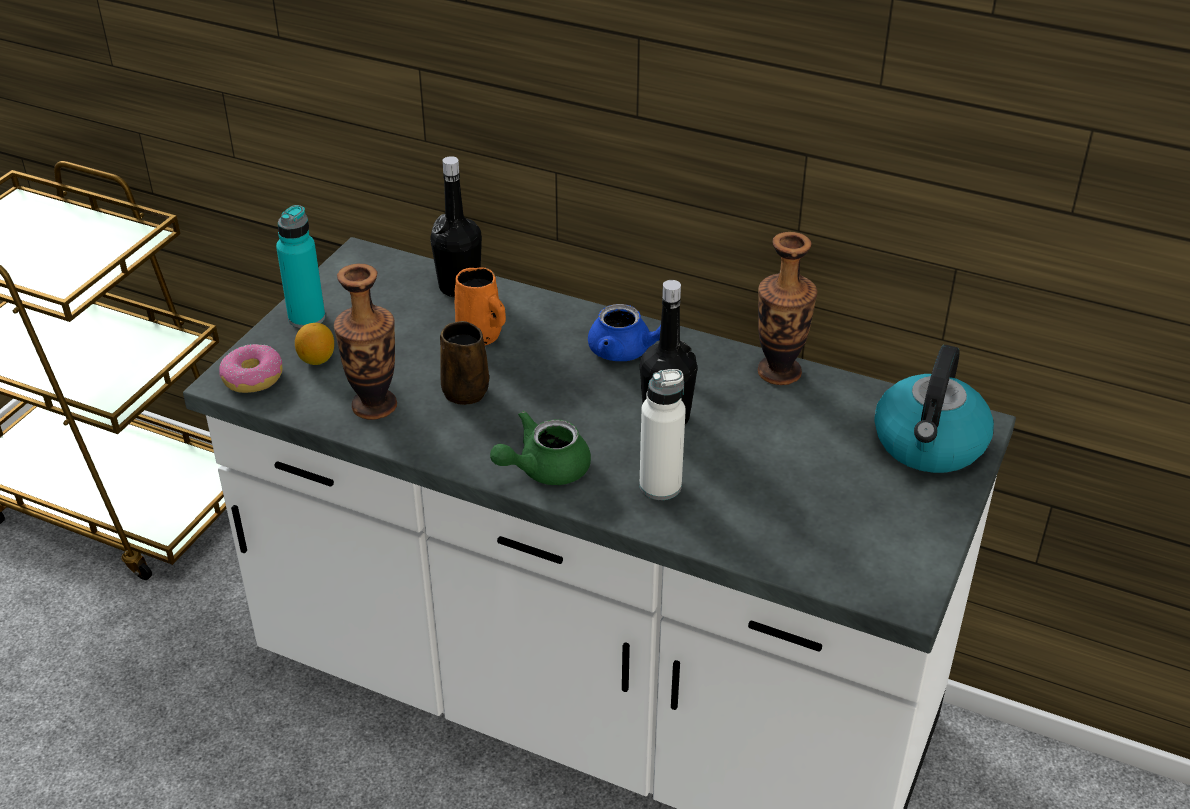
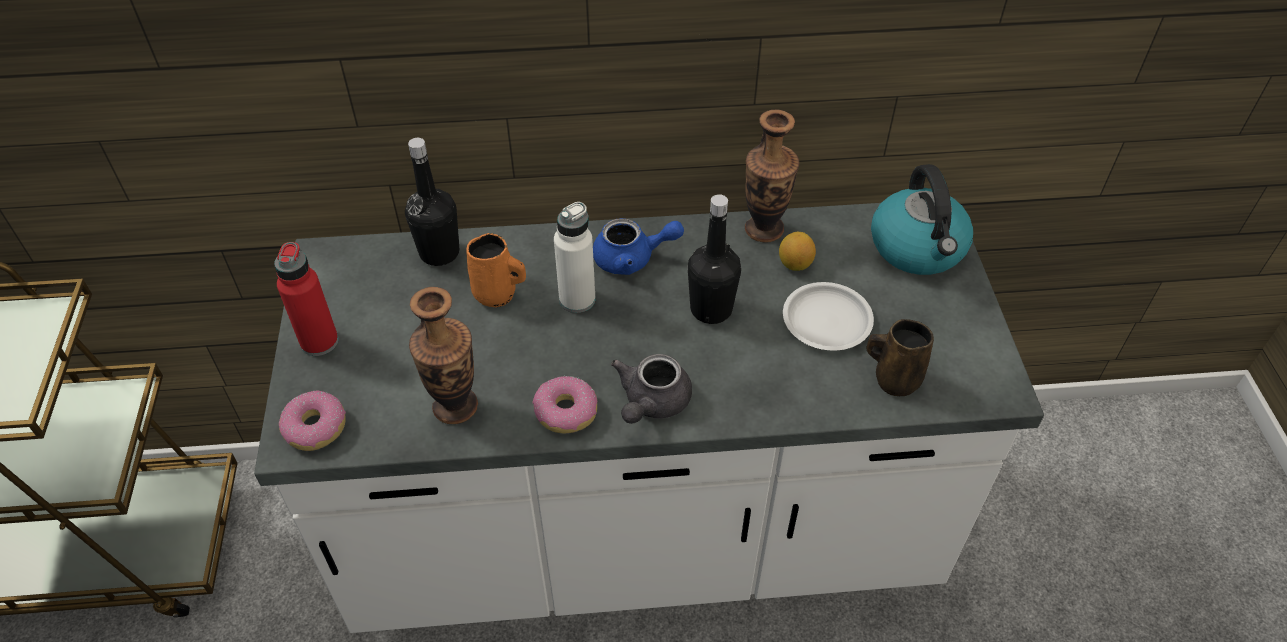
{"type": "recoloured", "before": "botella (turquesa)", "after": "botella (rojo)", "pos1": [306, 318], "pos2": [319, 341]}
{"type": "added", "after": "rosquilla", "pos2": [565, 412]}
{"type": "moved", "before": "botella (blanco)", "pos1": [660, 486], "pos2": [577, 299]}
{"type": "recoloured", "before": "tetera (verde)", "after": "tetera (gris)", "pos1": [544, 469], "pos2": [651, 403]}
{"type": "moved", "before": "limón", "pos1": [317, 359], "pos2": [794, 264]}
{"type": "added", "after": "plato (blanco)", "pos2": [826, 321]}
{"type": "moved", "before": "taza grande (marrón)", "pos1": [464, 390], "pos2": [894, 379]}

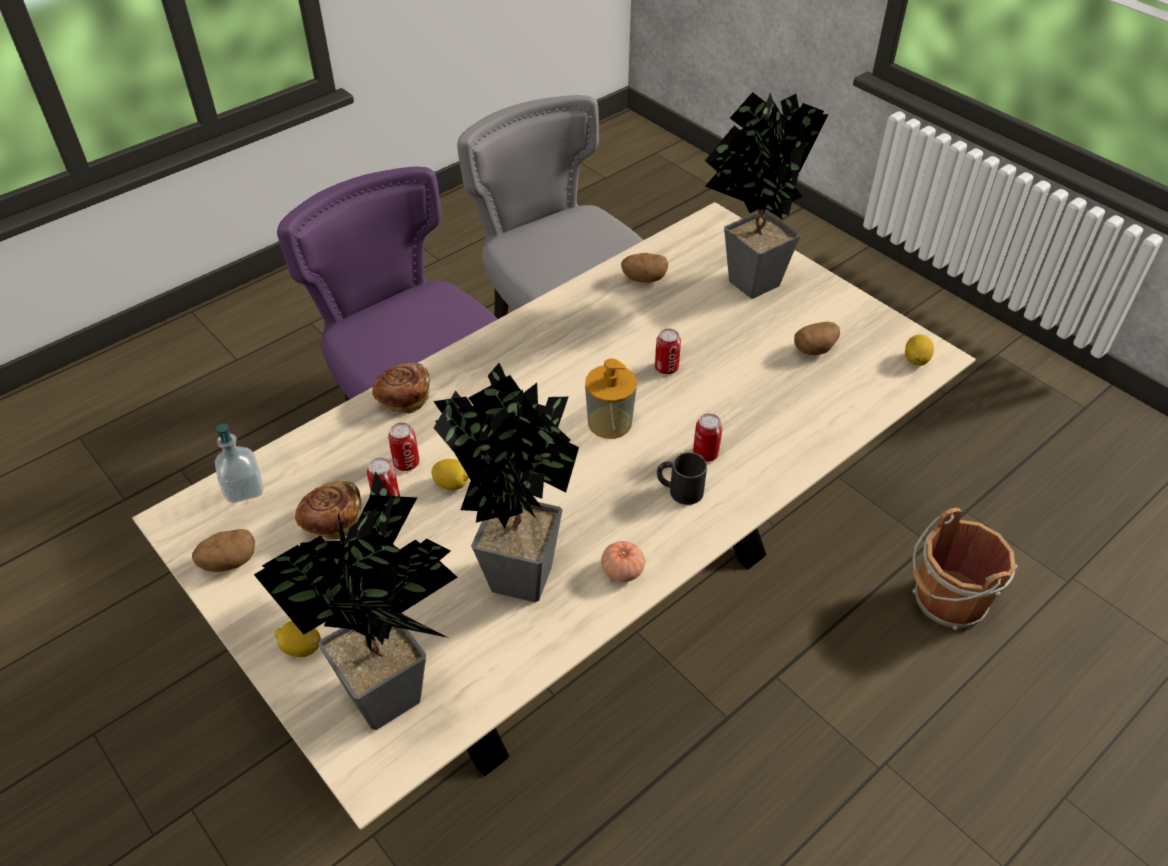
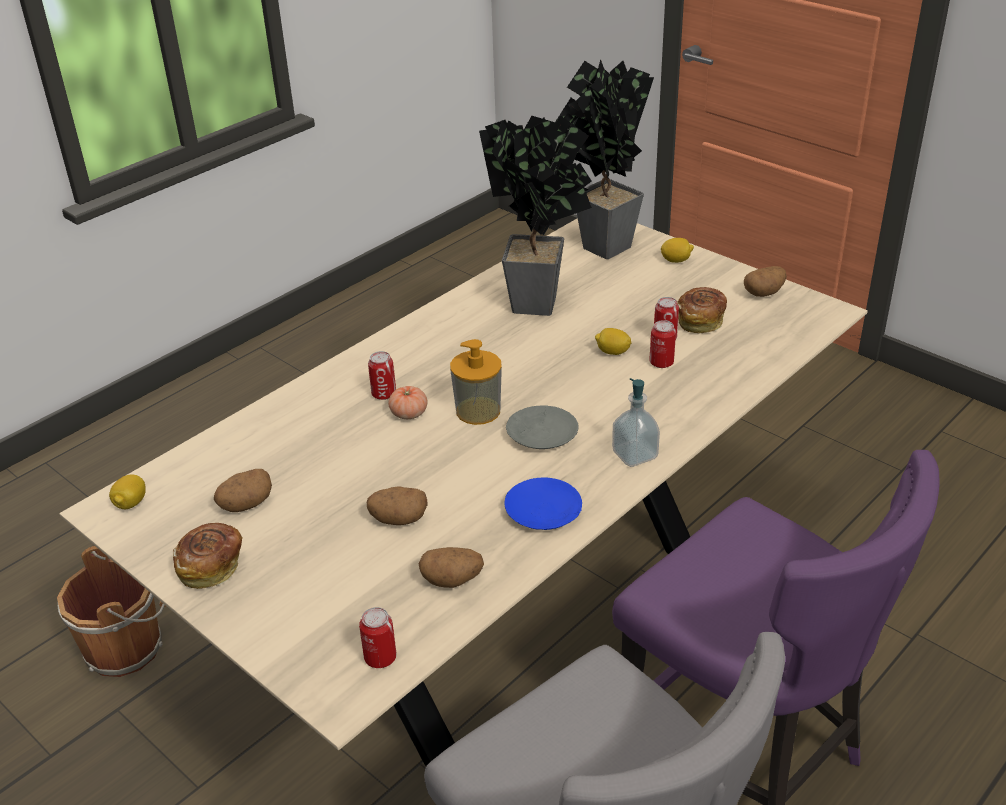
{"type": "moved", "before": "pan", "pos1": [403, 399], "pos2": [211, 567]}
{"type": "moved", "before": "lata", "pos1": [666, 368], "pos2": [380, 658]}
{"type": "added", "after": "patata", "pos2": [398, 519]}
{"type": "moved", "before": "tomate", "pos1": [622, 570], "pos2": [409, 413]}
{"type": "added", "after": "plato (azul)", "pos2": [544, 512]}
{"type": "added", "after": "plato (gris)", "pos2": [541, 435]}
{"type": "moved", "before": "dispensador de jabón", "pos1": [244, 489], "pos2": [634, 455]}
{"type": "removed", "before": "taza grande (negro)", "pos1": [679, 490]}
{"type": "removed", "before": "planta en maceta", "pos1": [745, 283]}

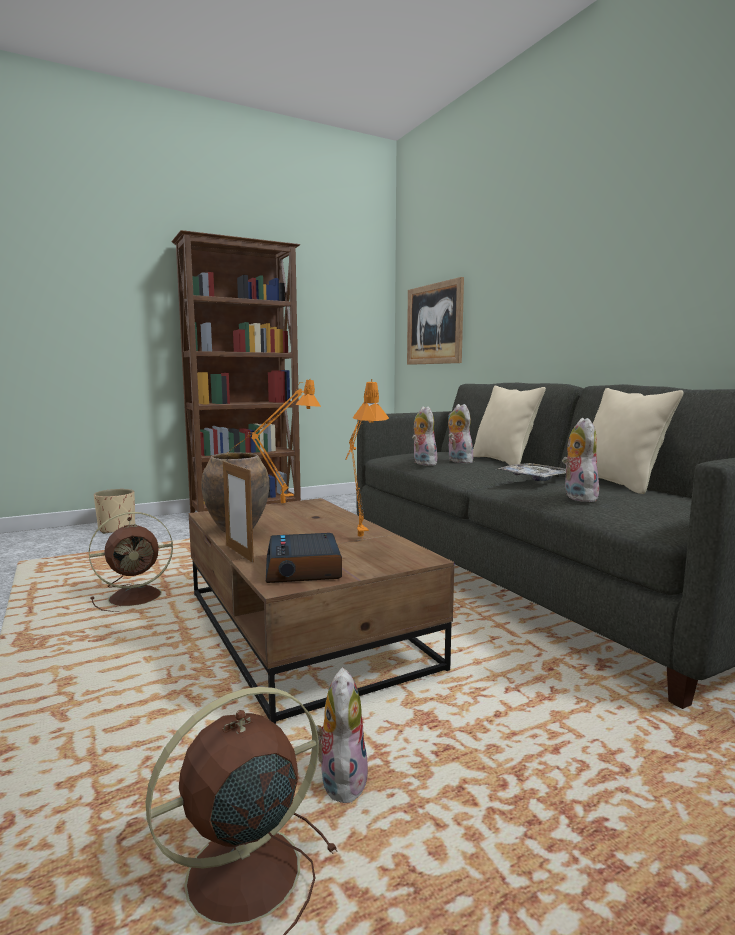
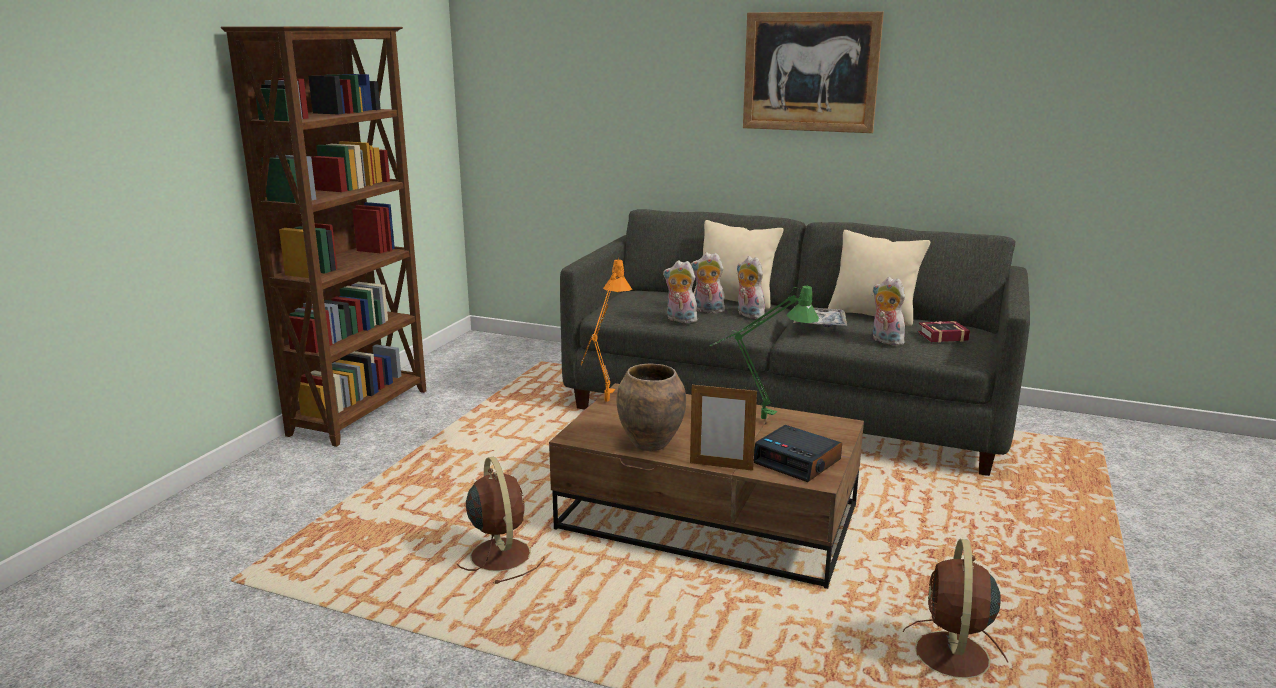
{"type": "turned", "before": "ventilador (marrón)", "pos1": [138, 597], "pos2": [499, 554], "turn": -45}
{"type": "recoloured", "before": "lámpara de mesa (naranja)", "after": "lámpara de mesa (verde)", "pos1": [358, 536], "pos2": [756, 418]}
{"type": "moved", "before": "peluche", "pos1": [341, 780], "pos2": [748, 315]}
{"type": "moved", "before": "cuadro", "pos1": [434, 324], "pos2": [810, 72]}
{"type": "added", "after": "libro", "pos2": [940, 336]}
{"type": "removed", "before": "maceta (beis)", "pos1": [117, 529]}

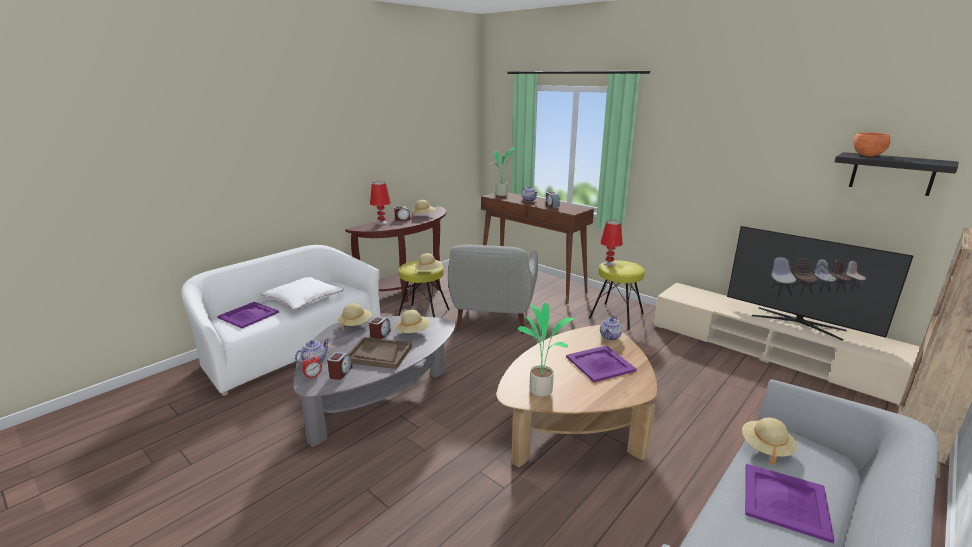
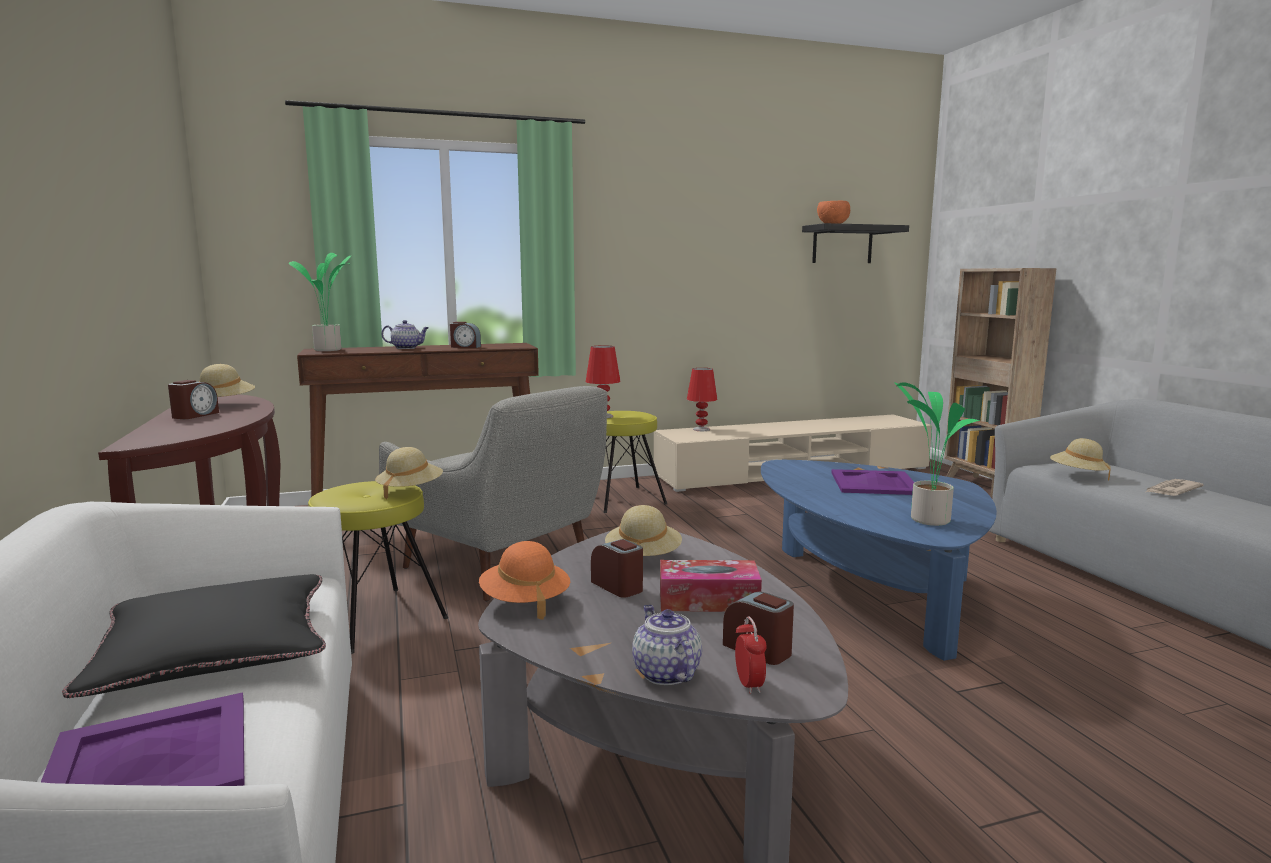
{"type": "recoloured", "before": "cojín (blanco)", "after": "cojín (negro)", "pos1": [303, 298], "pos2": [215, 650]}
{"type": "recoloured", "before": "sombrero (beis)", "after": "sombrero (naranja)", "pos1": [355, 324], "pos2": [525, 602]}
{"type": "replaced", "before": "bandeja (marrón)", "after": "caja de pañuelos", "pos1": [379, 354], "pos2": [708, 600]}
{"type": "moved", "before": "lámpara de mesa (rojo)", "pos1": [382, 223], "pos2": [701, 429]}
{"type": "recoloured", "before": "mesa de centro (marrón)", "after": "mesa de centro (azul)", "pos1": [577, 424], "pos2": [868, 593]}
{"type": "replaced", "before": "bandeja (morado)", "after": "periódico", "pos1": [784, 501], "pos2": [1171, 490]}
{"type": "removed", "before": "tetera", "pos1": [610, 337]}
{"type": "removed", "before": "televisor", "pos1": [797, 322]}

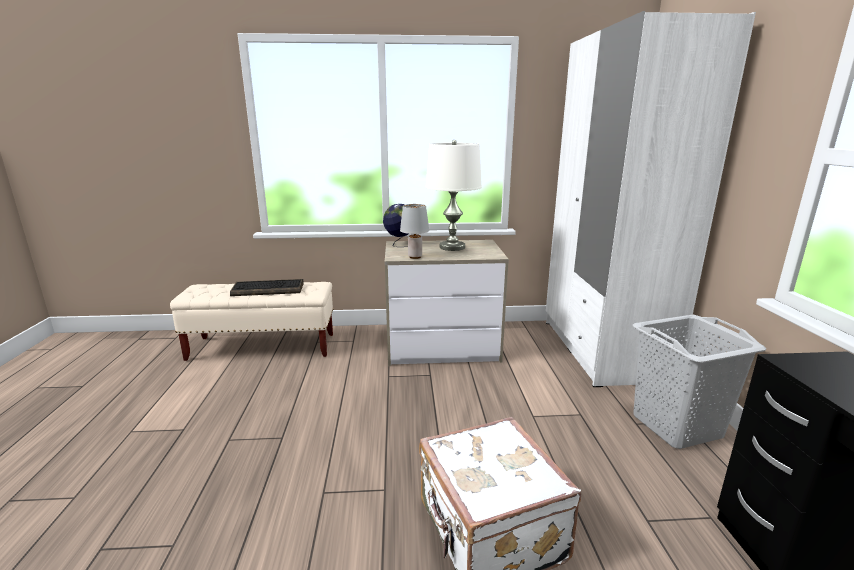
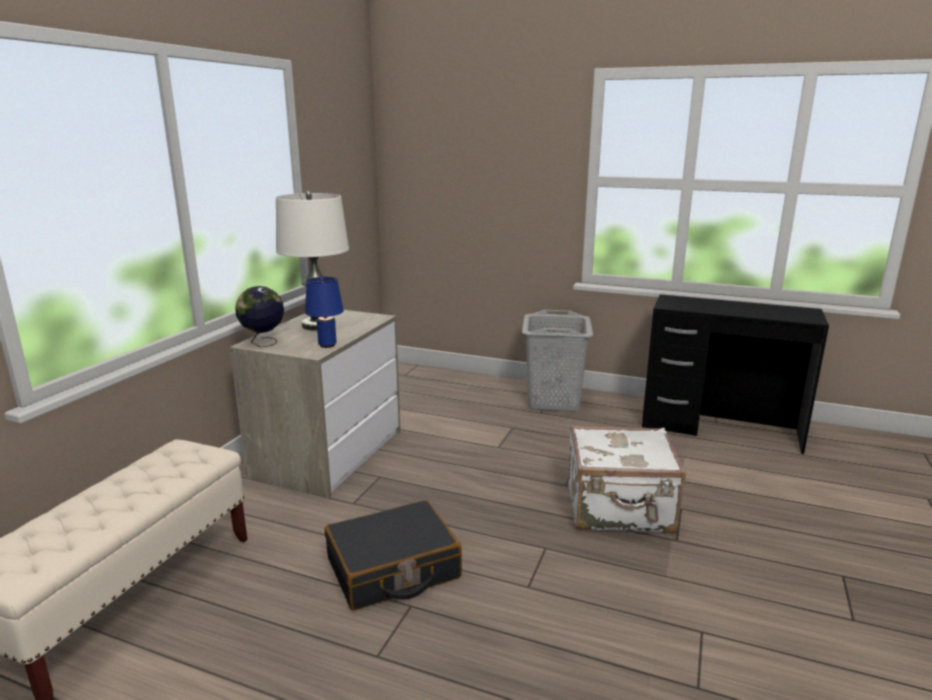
{"type": "recoloured", "before": "lámpara de mesa (gris)", "after": "lámpara de mesa (azul)", "pos1": [414, 257], "pos2": [327, 345]}
{"type": "added", "after": "maleta (negro)", "pos2": [393, 569]}
{"type": "removed", "before": "teclado", "pos1": [269, 289]}
{"type": "removed", "before": "armario ropero (blanco)", "pos1": [602, 350]}

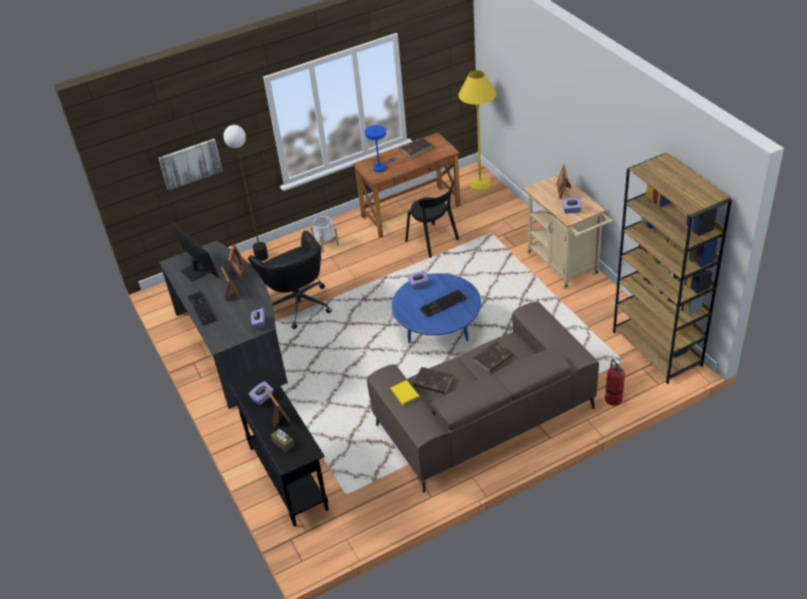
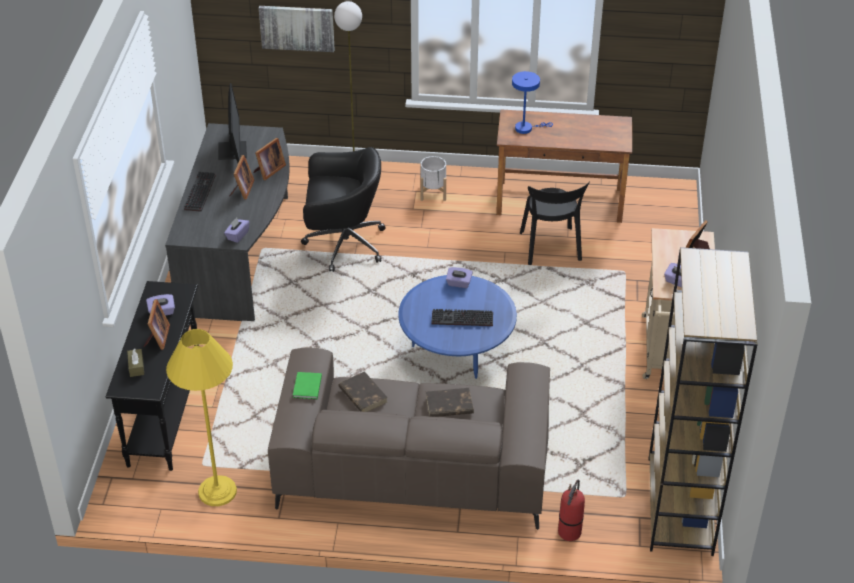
{"type": "moved", "before": "lámpara de pie (amarillo)", "pos1": [480, 184], "pos2": [217, 491]}
{"type": "recoloured", "before": "libro (amarillo)", "after": "libro (verde)", "pos1": [404, 394], "pos2": [306, 387]}
{"type": "turned", "before": "silla de oficina (negro)", "pos1": [298, 304], "pos2": [343, 244], "turn": -90}
{"type": "removed", "before": "libro (marrón)", "pos1": [416, 149]}

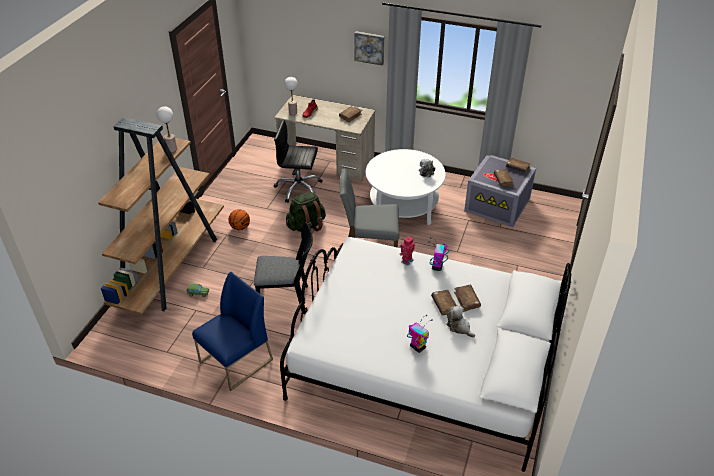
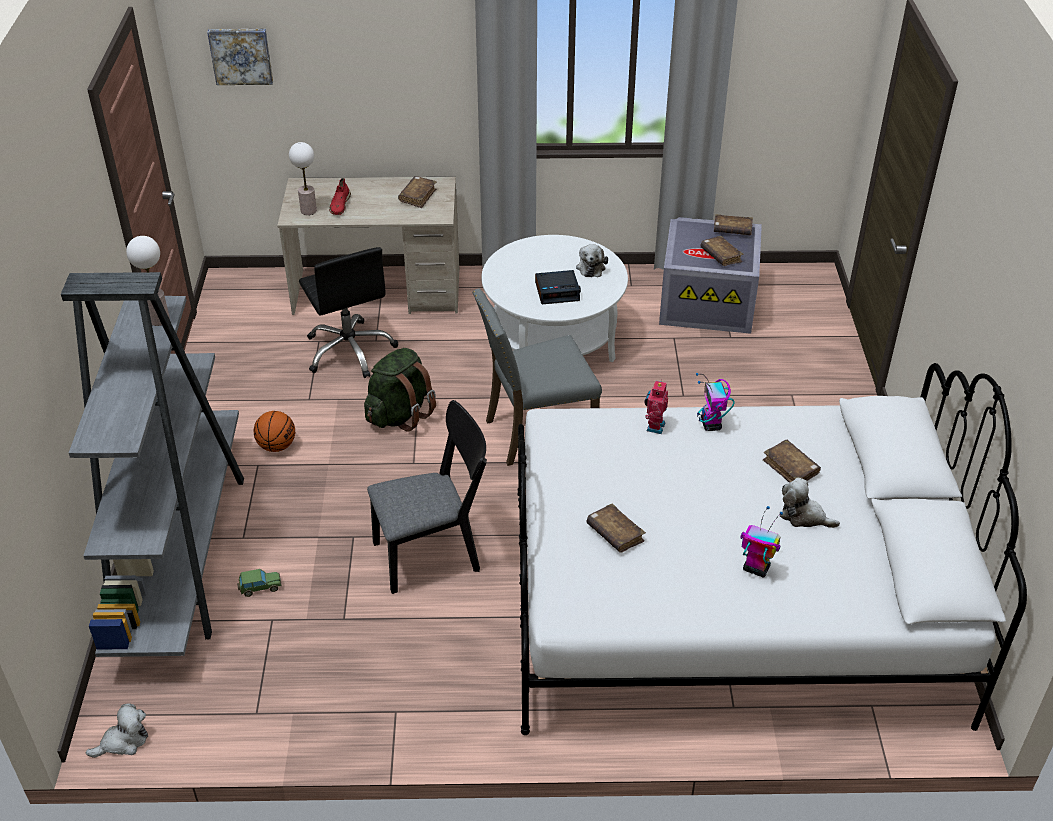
{"type": "recoloured", "before": "estantería (marrón)", "after": "estantería (gris)", "pos1": [171, 267], "pos2": [181, 551]}
{"type": "added", "after": "peluche", "pos2": [123, 741]}
{"type": "moved", "before": "cuadro", "pos1": [369, 47], "pos2": [241, 55]}
{"type": "turned", "before": "silla de oficina (negro)", "pos1": [298, 189], "pos2": [350, 350], "turn": -105}
{"type": "added", "after": "despertador", "pos2": [557, 291]}
{"type": "moved", "before": "libro (marrón)", "pos1": [444, 305], "pos2": [615, 534]}
{"type": "removed", "before": "silla (azul)", "pos1": [236, 361]}

